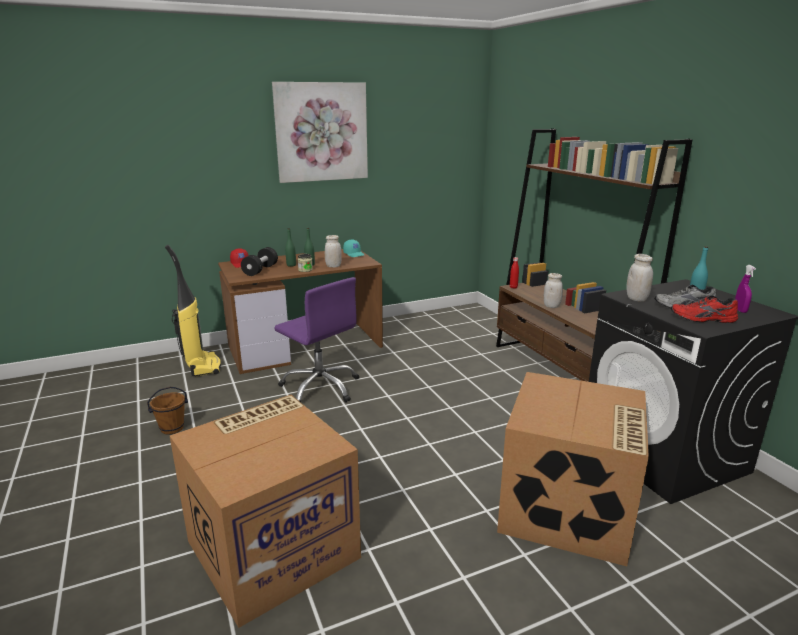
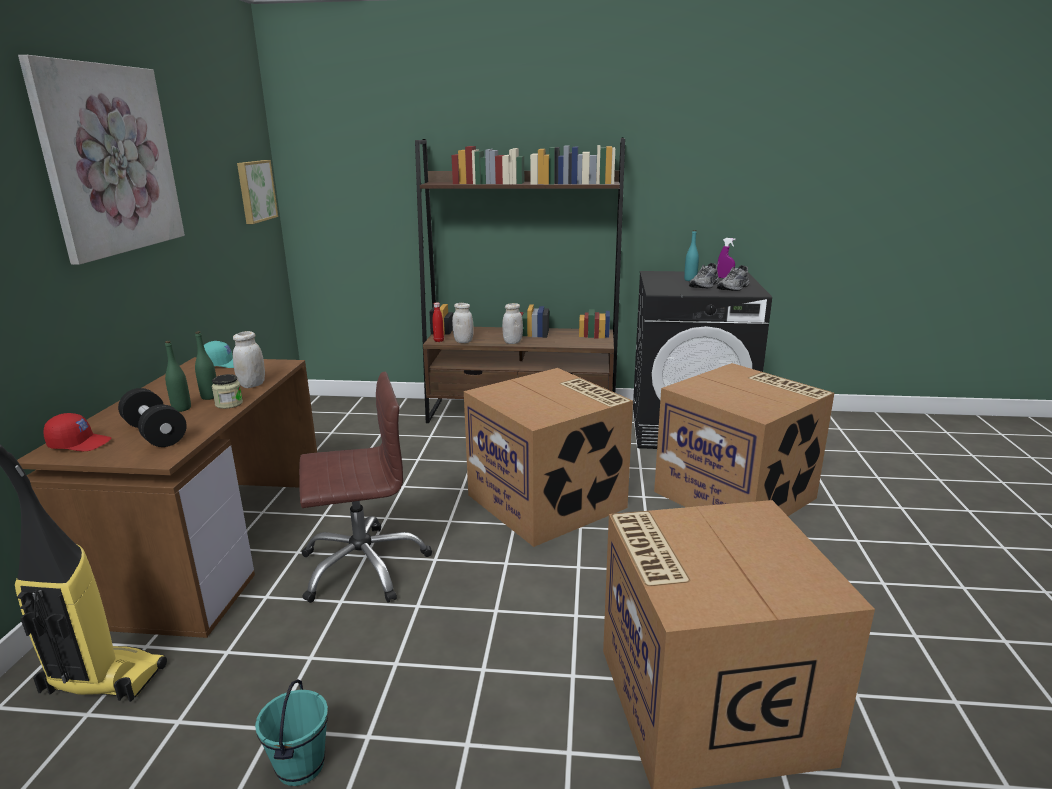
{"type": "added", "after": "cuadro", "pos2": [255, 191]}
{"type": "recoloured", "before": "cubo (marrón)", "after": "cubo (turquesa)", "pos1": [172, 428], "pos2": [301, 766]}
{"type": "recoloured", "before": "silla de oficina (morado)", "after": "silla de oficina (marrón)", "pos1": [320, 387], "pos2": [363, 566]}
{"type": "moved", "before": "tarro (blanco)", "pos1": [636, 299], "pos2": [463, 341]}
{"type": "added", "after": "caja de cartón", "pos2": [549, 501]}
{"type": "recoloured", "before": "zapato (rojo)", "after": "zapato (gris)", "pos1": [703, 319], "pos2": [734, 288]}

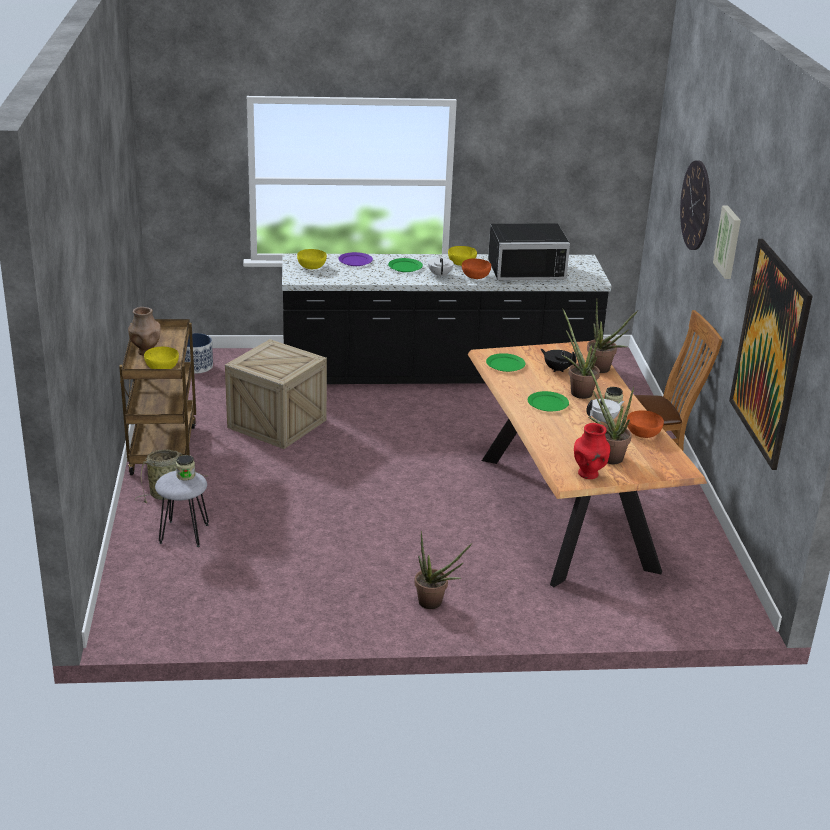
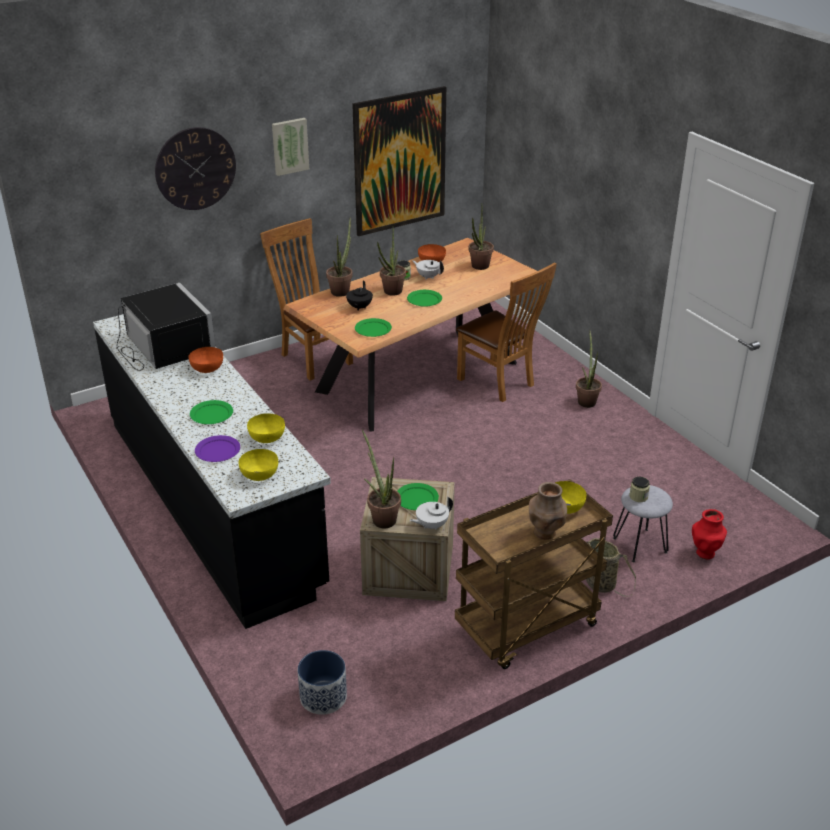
{"type": "moved", "before": "cuenco (amarillo)", "pos1": [461, 263], "pos2": [266, 437]}
{"type": "added", "after": "planta en maceta", "pos2": [381, 518]}
{"type": "added", "after": "plato (verde)", "pos2": [417, 498]}
{"type": "moved", "before": "tetera (blanco)", "pos1": [440, 275], "pos2": [431, 525]}
{"type": "added", "after": "silla (marrón)", "pos2": [499, 383]}
{"type": "moved", "before": "florero (rojo)", "pos1": [588, 474], "pos2": [705, 553]}

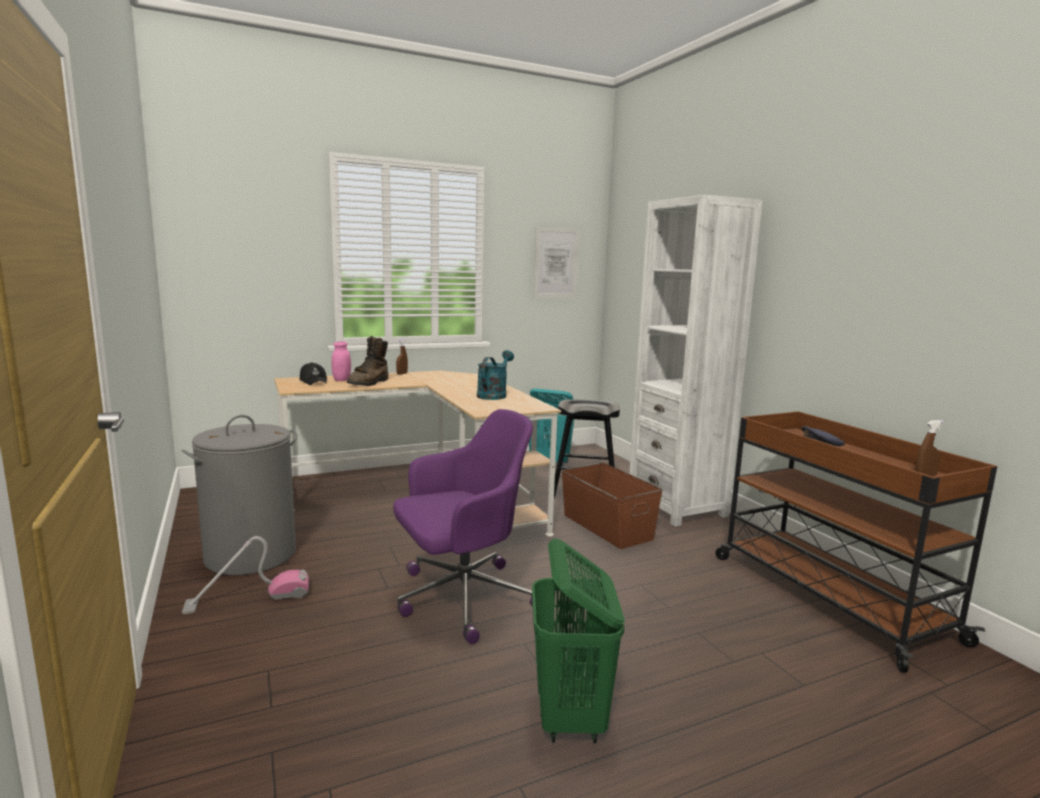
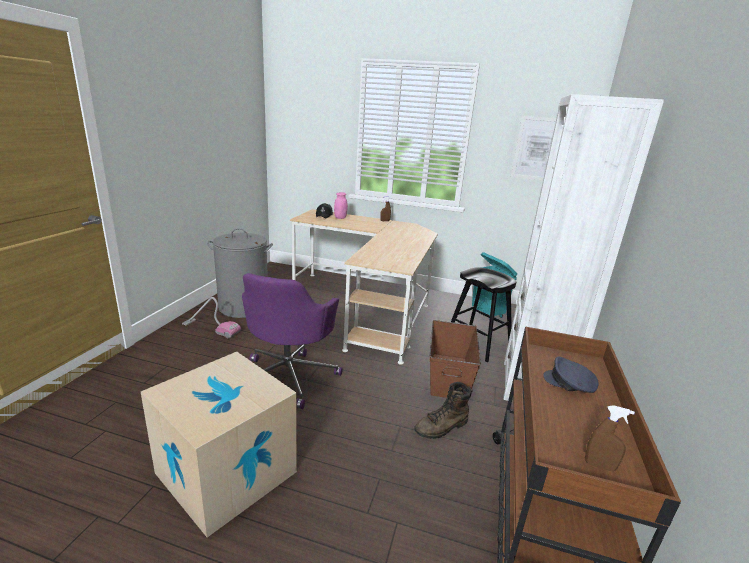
{"type": "replaced", "before": "cesto de la ropa (verde)", "after": "caja de cartón", "pos1": [570, 717], "pos2": [227, 472]}
{"type": "turned", "before": "silla de oficina (morado)", "pos1": [462, 598], "pos2": [289, 376], "turn": 90}
{"type": "moved", "before": "bota (marrón)", "pos1": [369, 383], "pos2": [442, 427]}
{"type": "removed", "before": "regadera (turquesa)", "pos1": [494, 395]}

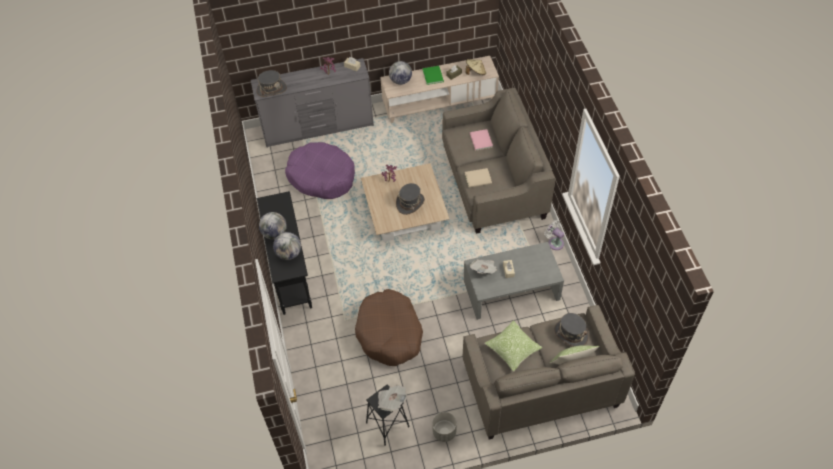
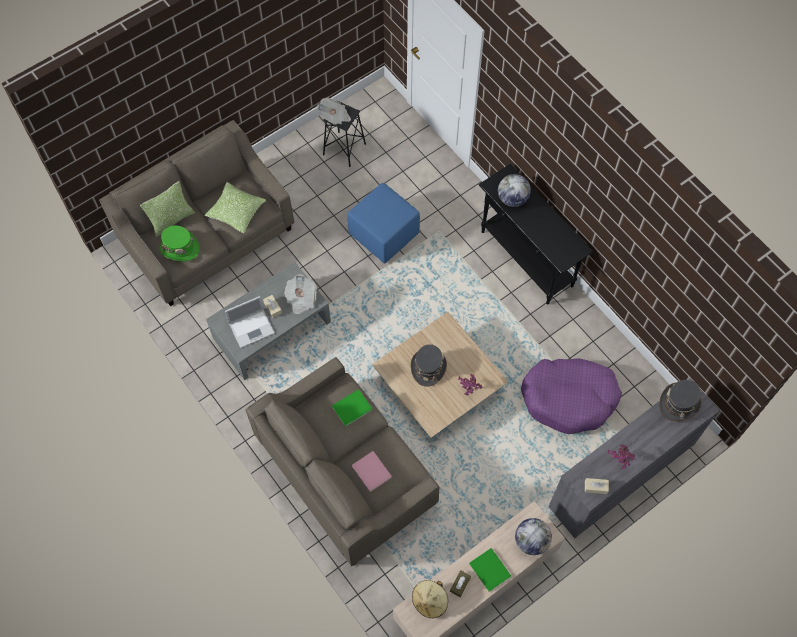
{"type": "recoloured", "before": "sombrero (gris)", "after": "sombrero (verde)", "pos1": [570, 334], "pos2": [180, 248]}
{"type": "added", "after": "portátil", "pos2": [252, 328]}
{"type": "recoloured", "before": "libro (beis)", "after": "libro (verde)", "pos1": [479, 179], "pos2": [350, 408]}
{"type": "replaced", "before": "cama para perro (marrón)", "after": "puf (azul)", "pos1": [389, 333], "pos2": [384, 234]}
{"type": "removed", "before": "globo terráqueo", "pos1": [274, 233]}
{"type": "removed", "before": "maceta (gris)", "pos1": [444, 432]}
{"type": "removed", "before": "ventilador (blanco)", "pos1": [554, 242]}

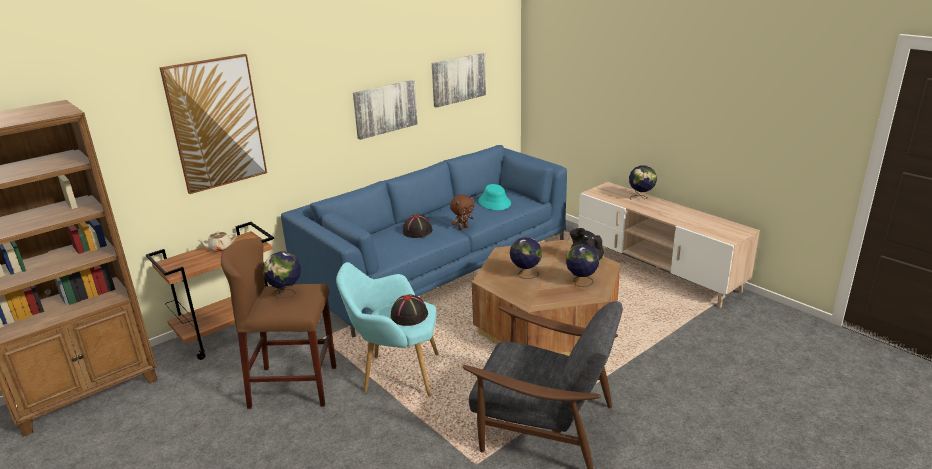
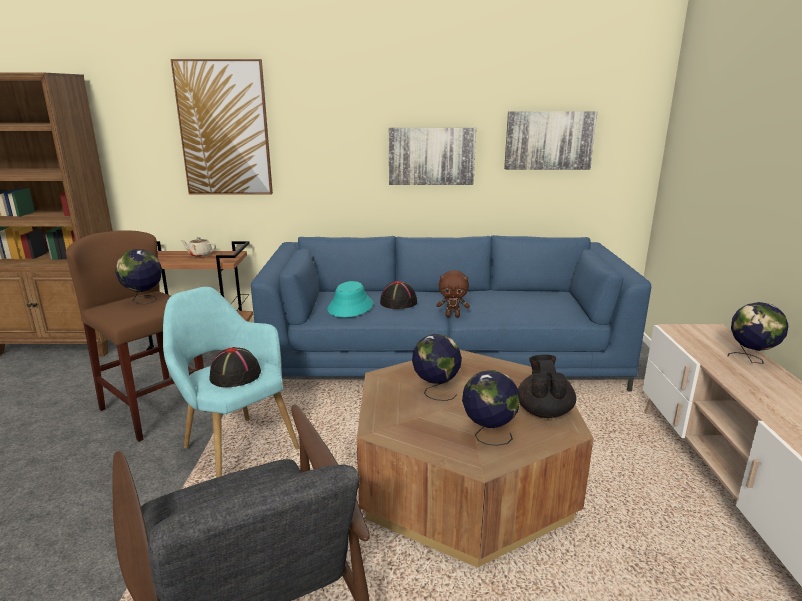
{"type": "moved", "before": "sombrero (turquesa)", "pos1": [494, 202], "pos2": [350, 307]}

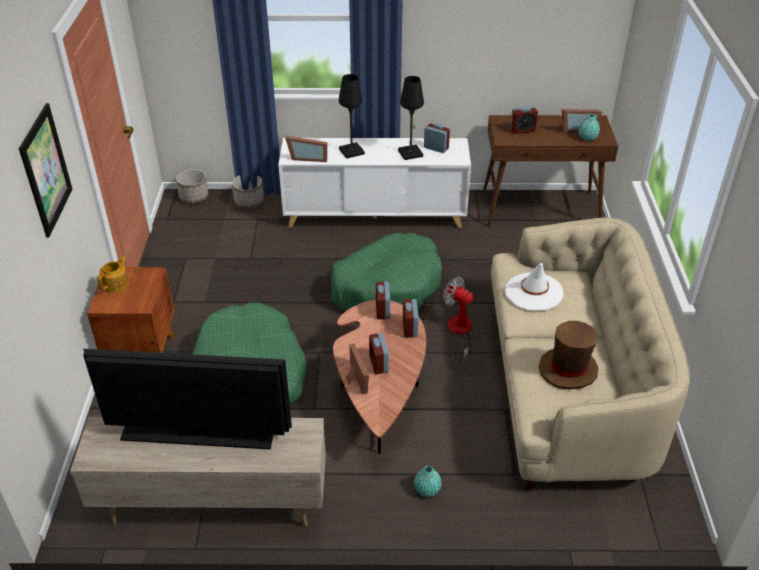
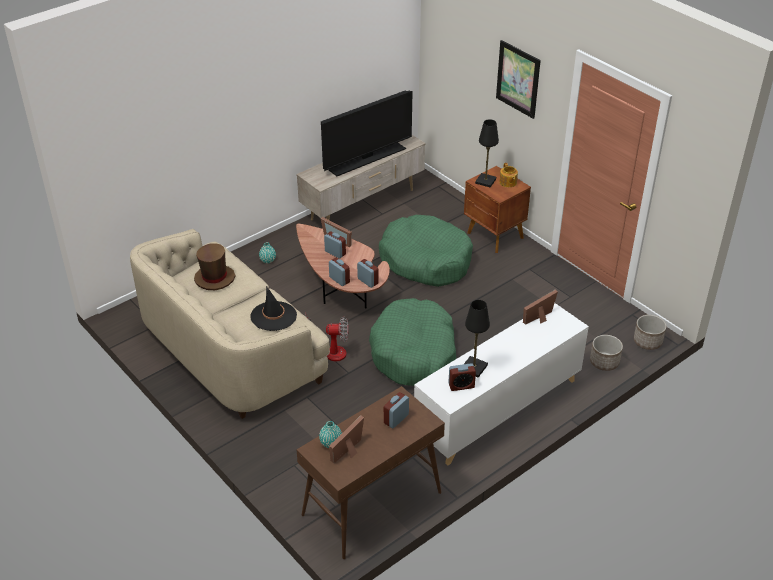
{"type": "recoloured", "before": "sombrero (blanco)", "after": "sombrero (negro)", "pos1": [533, 292], "pos2": [273, 316]}
{"type": "moved", "before": "lámpara de mesa (negro)", "pos1": [351, 151], "pos2": [485, 181]}

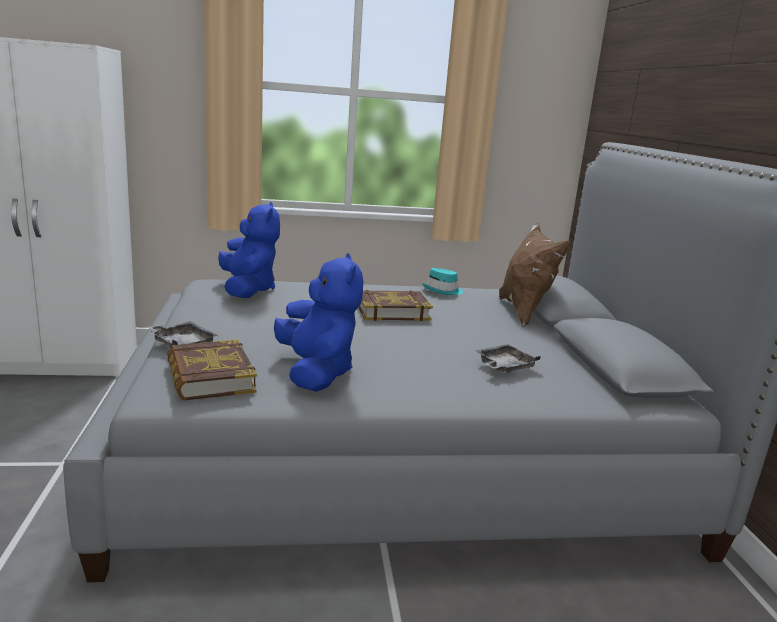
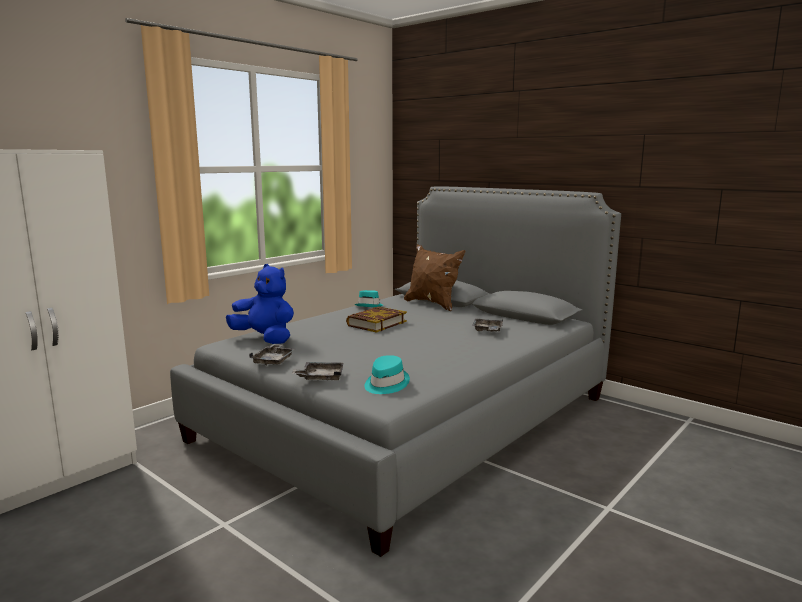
{"type": "added", "after": "bandeja (gris)", "pos2": [274, 360]}
{"type": "replaced", "before": "libro", "after": "sombrero (turquesa)", "pos1": [210, 377], "pos2": [385, 384]}
{"type": "removed", "before": "peluche (azul)", "pos1": [316, 372]}

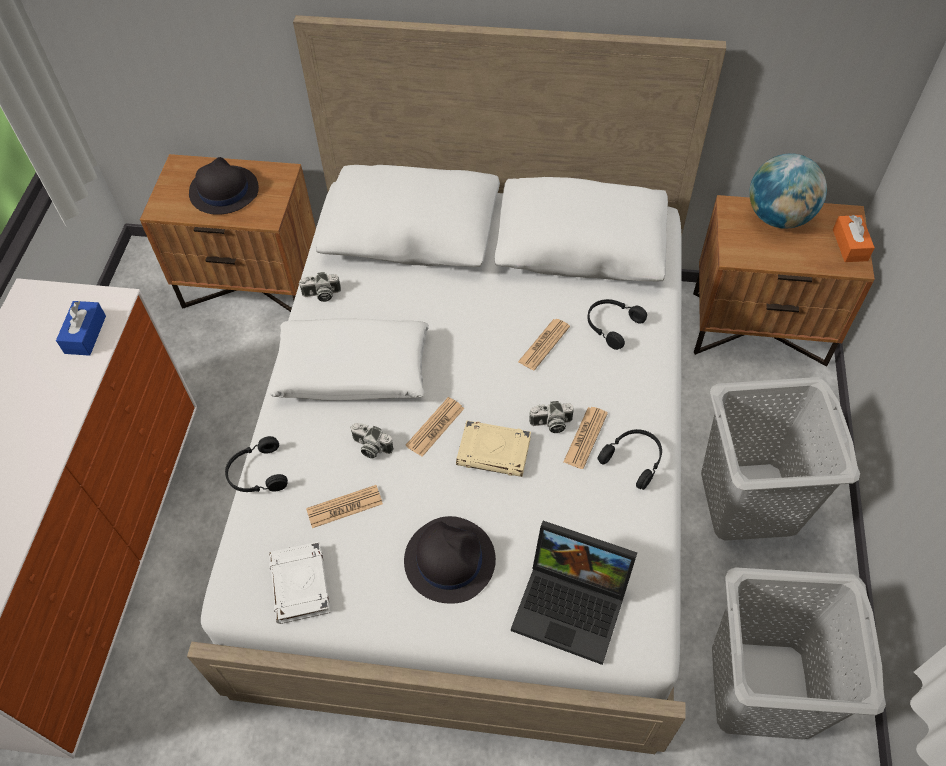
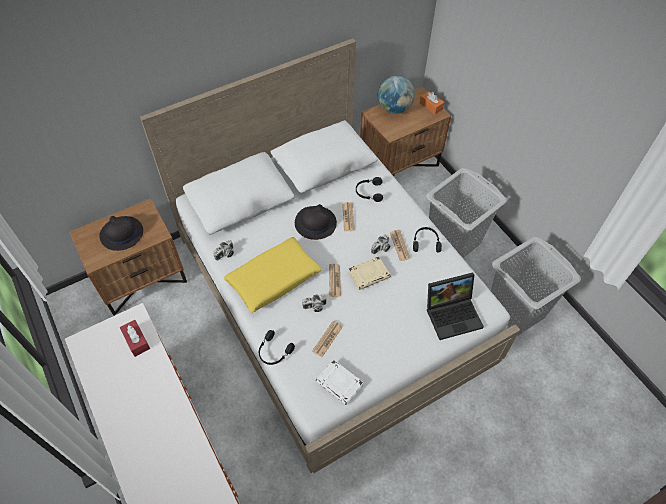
{"type": "recoloured", "before": "caja de pañuelos (azul)", "after": "caja de pañuelos (rojo)", "pos1": [85, 334], "pos2": [136, 341]}
{"type": "recoloured", "before": "cojín (blanco)", "after": "cojín (amarillo)", "pos1": [352, 370], "pos2": [274, 279]}
{"type": "moved", "before": "sombrero (negro)", "pos1": [449, 559], "pos2": [315, 223]}

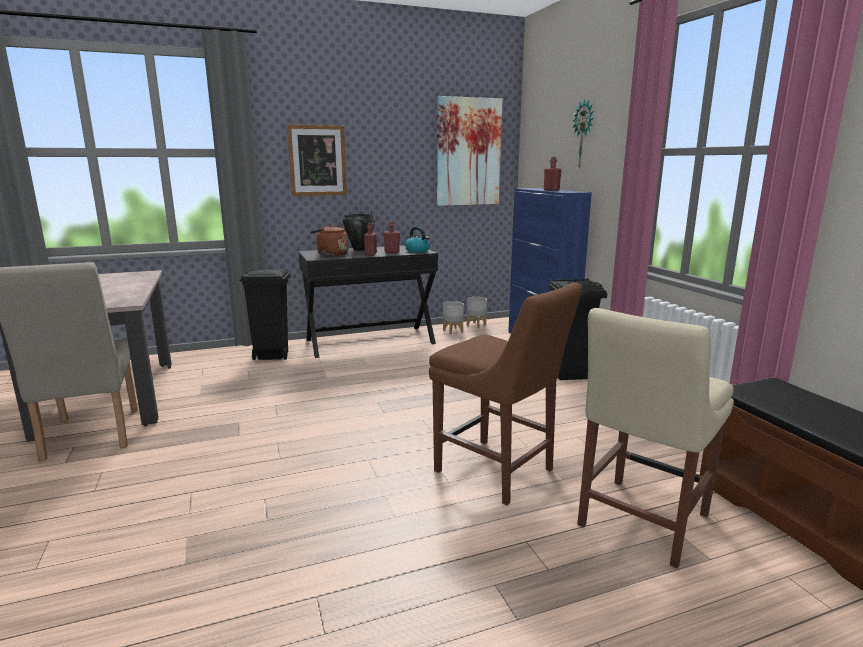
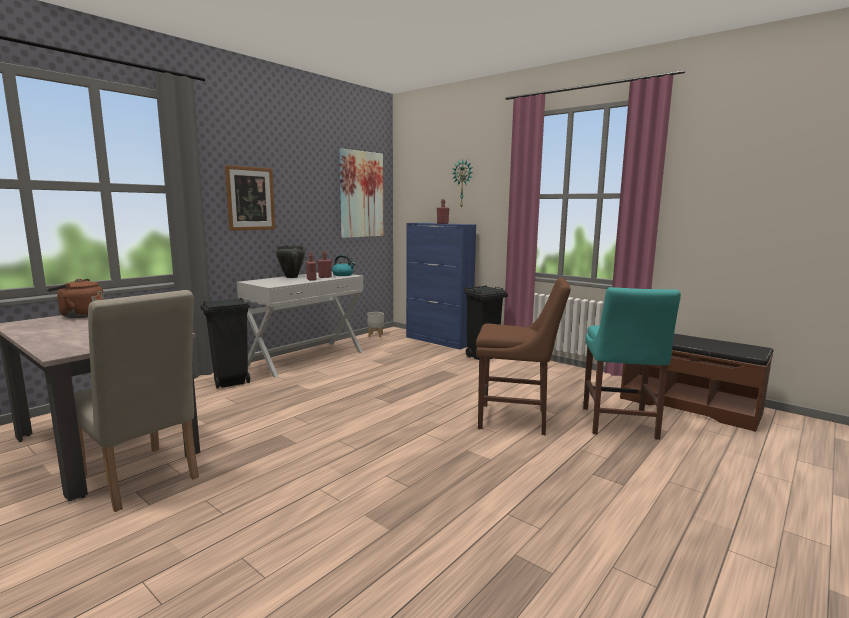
{"type": "moved", "before": "hervidor (marrón)", "pos1": [330, 255], "pos2": [80, 315]}
{"type": "recoloured", "before": "mesa consola (negro)", "after": "mesa consola (blanco)", "pos1": [370, 341], "pos2": [306, 358]}
{"type": "recoloured", "before": "silla (beis)", "after": "silla (turquesa)", "pos1": [639, 522], "pos2": [619, 424]}
{"type": "removed", "before": "maceta (gris)", "pos1": [453, 331]}

